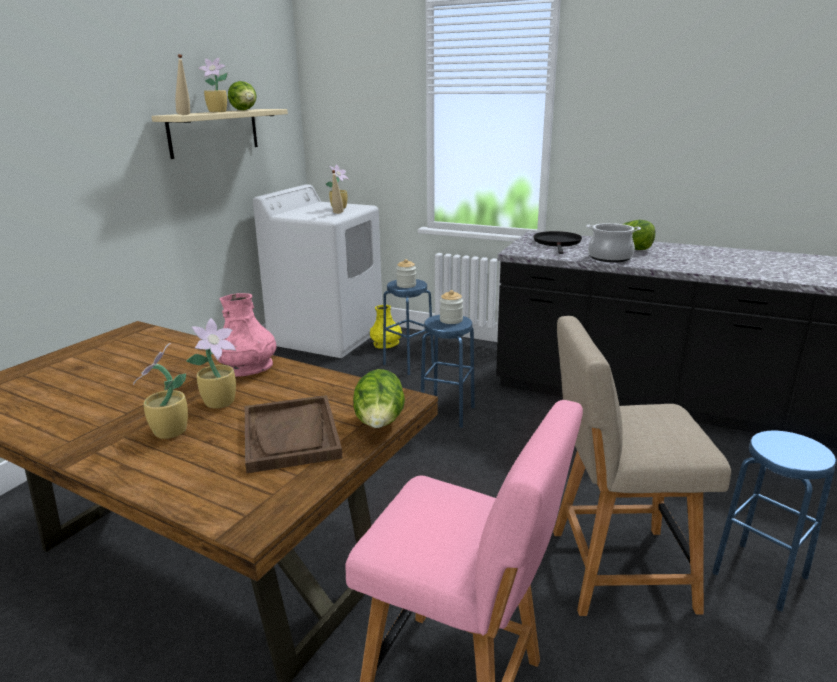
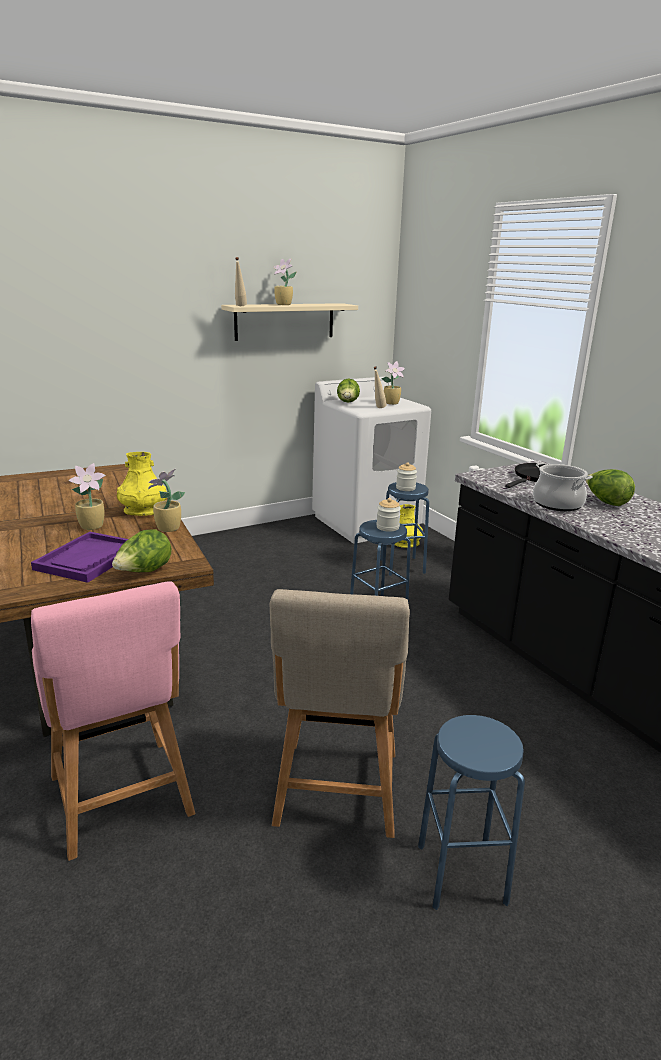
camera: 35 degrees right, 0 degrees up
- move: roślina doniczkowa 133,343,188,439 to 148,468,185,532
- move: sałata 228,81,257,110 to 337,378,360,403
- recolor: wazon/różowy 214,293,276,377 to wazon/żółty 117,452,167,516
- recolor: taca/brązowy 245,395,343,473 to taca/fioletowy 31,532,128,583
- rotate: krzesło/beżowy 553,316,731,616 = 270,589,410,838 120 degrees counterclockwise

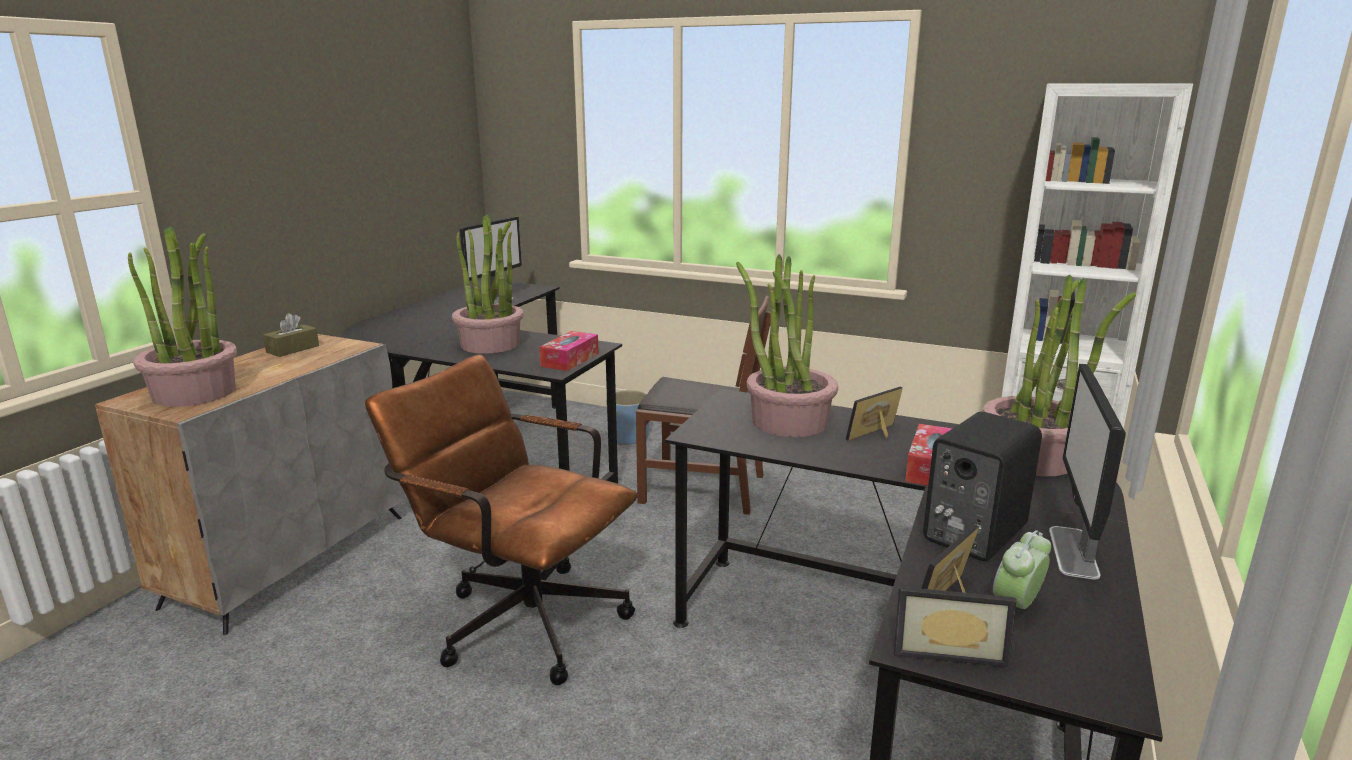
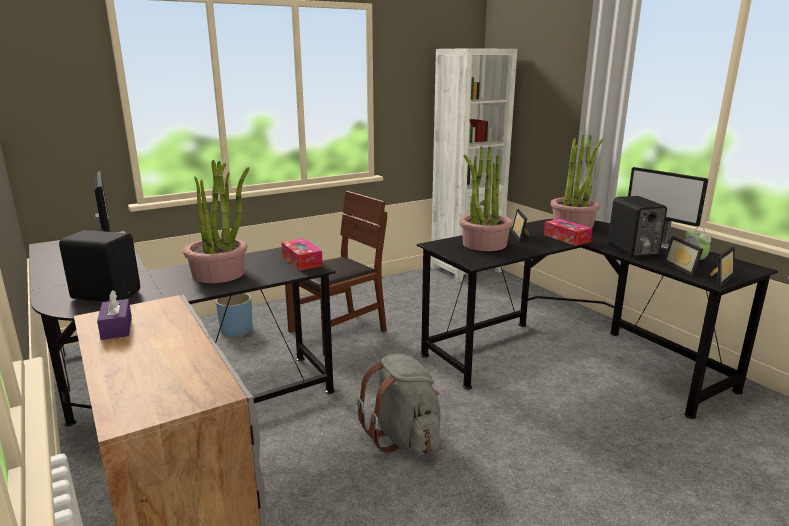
camera: 55 degrees left, 0 degrees up
- delete: roślina doniczkowa 128,226,237,407
- insert: głośnik/czarny 59,230,140,302
- replace: krzesło biurowe/brązowy 365,354,638,685 to plecak/szary 357,354,440,456
- recolor: pudełko chusteczek/brązowy 263,313,319,357 to pudełko chusteczek/fioletowy 97,290,132,340

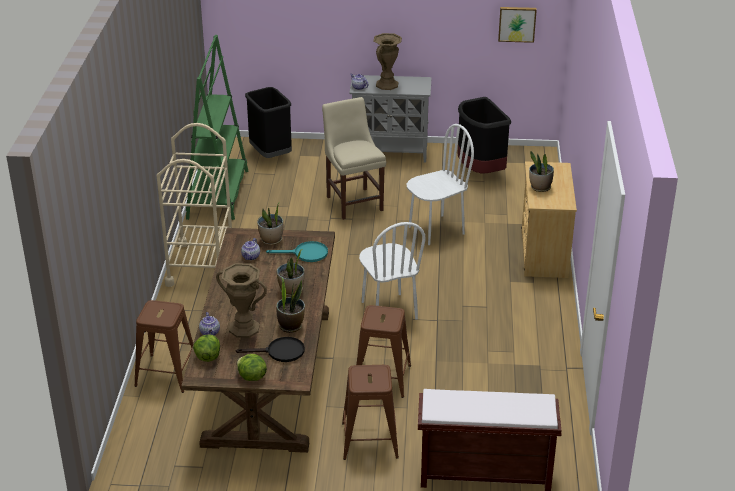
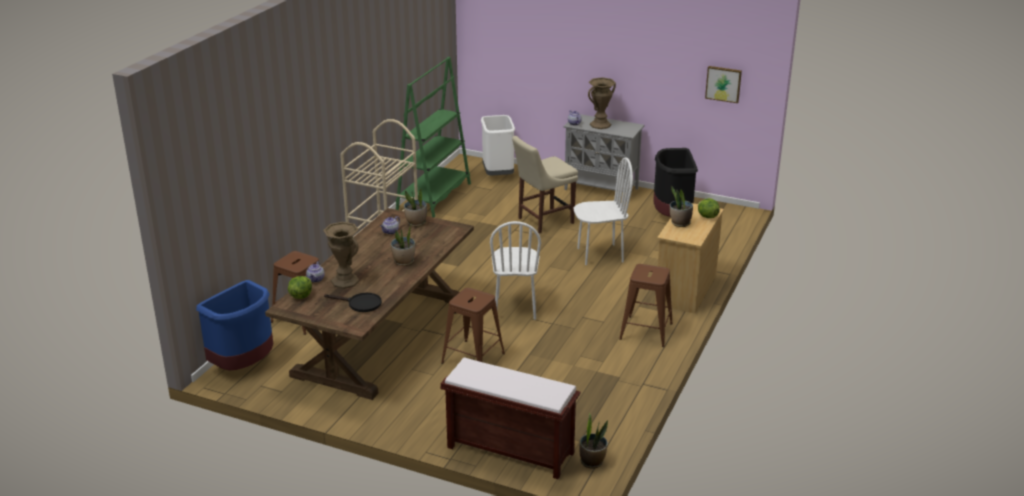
camera: 20 degrees right, 5 degrees down
- delete: patelnia/turkusowy 266,241,328,262
- insert: kosz na śmieci/niebieski 196,280,273,371
- move: sałata 237,354,267,381 to 698,198,720,218
- move: roślina doniczkowa 276,278,305,333 to 579,413,608,469
- move: stołek/brązowy 342,365,399,460 to 619,264,673,347
- recolor: kosz na śmieci/czarny 245,87,292,158 to kosz na śmieci/biały 481,115,515,176
- rotate: krzesło/beżowy 322,97,386,220 = 512,136,578,234 120 degrees counterclockwise

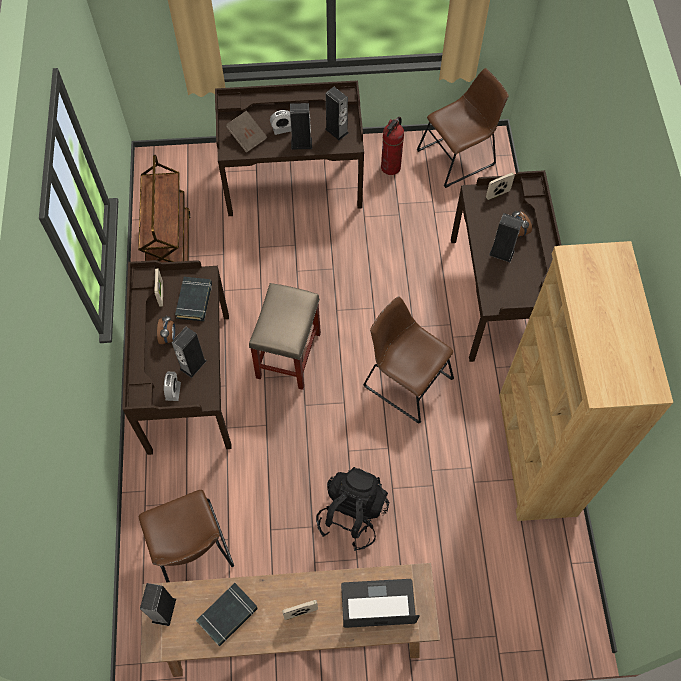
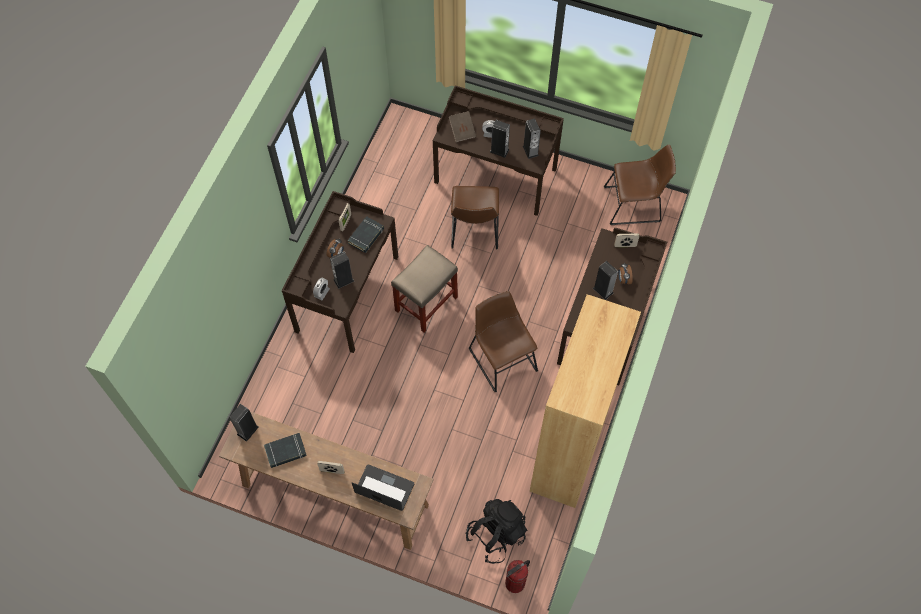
camera: 25 degrees right, 0 degrees up
- delete: wózek/brązowy 138,155,191,262
- move: krzesło/brązowy 139,490,234,583 to 451,186,499,250
- move: plecak/czarny 316,467,390,551 to 466,499,528,564
- move: gaśnica 381,117,404,175 to 505,560,530,593

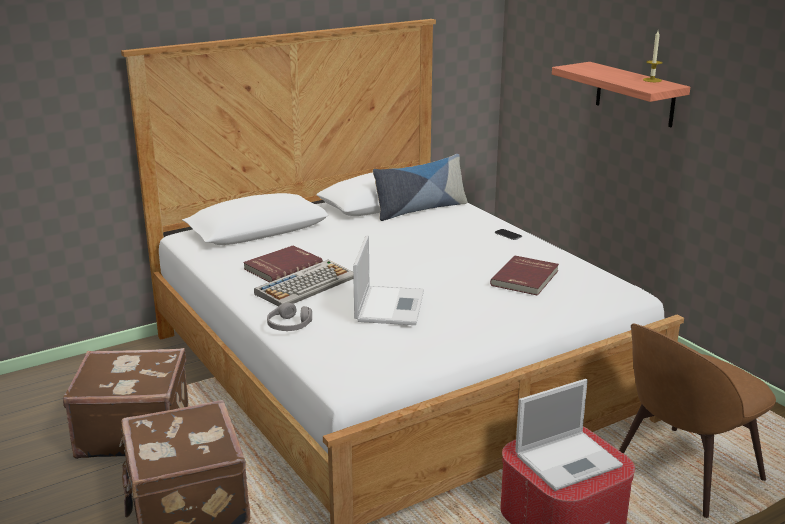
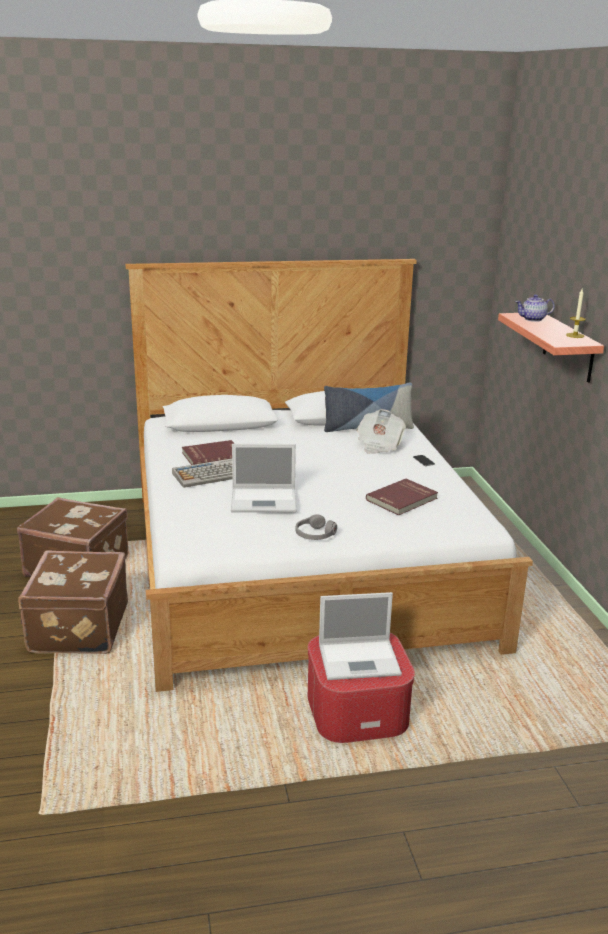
camera: 20 degrees right, 0 degrees up
- delete: krzesło/brązowy 619,323,776,518
- insert: gazeta 357,409,406,454
- insert: imbryk 516,295,555,322
- move: słuchawki/szary 267,303,312,331 to 296,514,337,540
- rotate: laptop 353,235,424,325 = 231,444,296,512 60 degrees clockwise

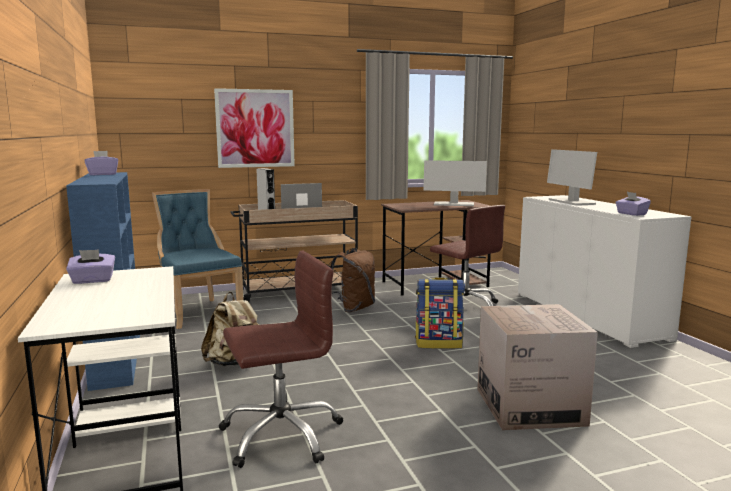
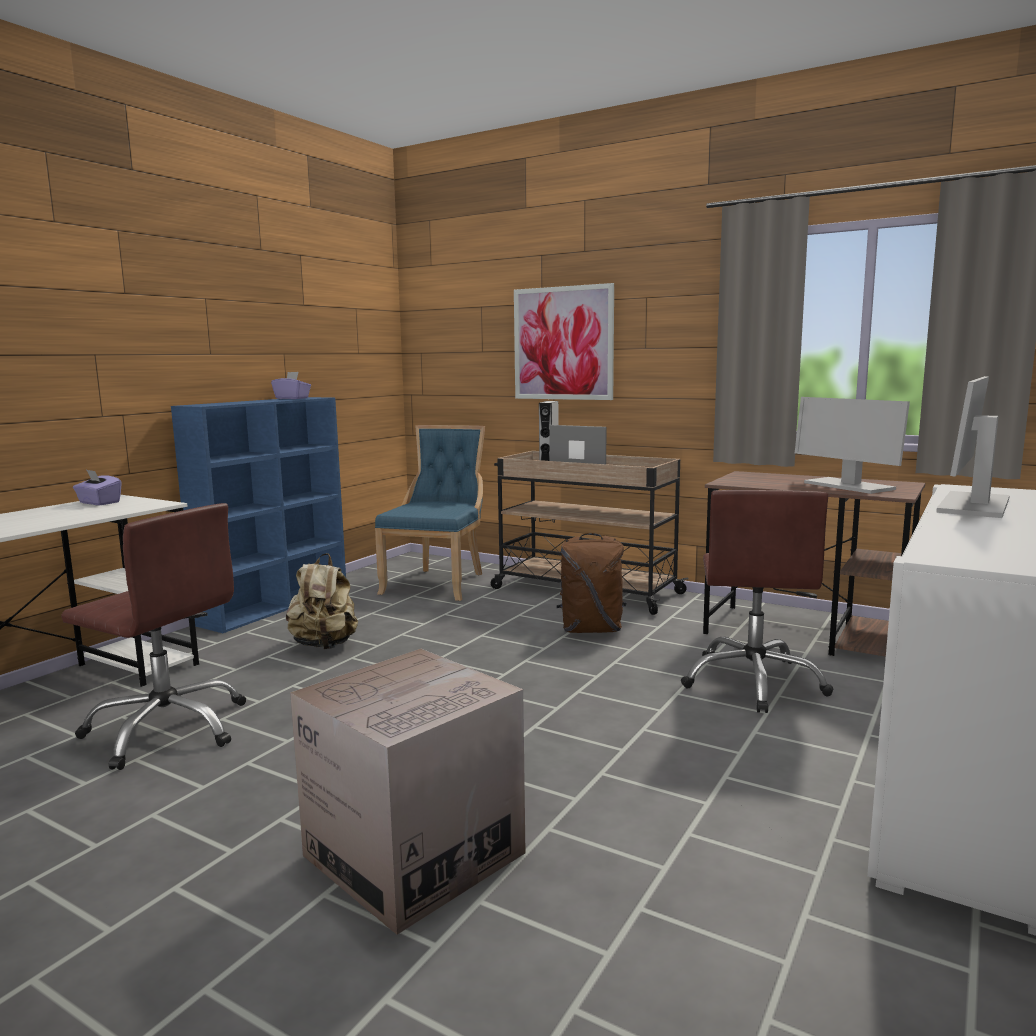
camera: 50 degrees right, 0 degrees up
- delete: plecak 415,278,465,349
- delete: pudełko chusteczek/fioletowy 615,192,651,216

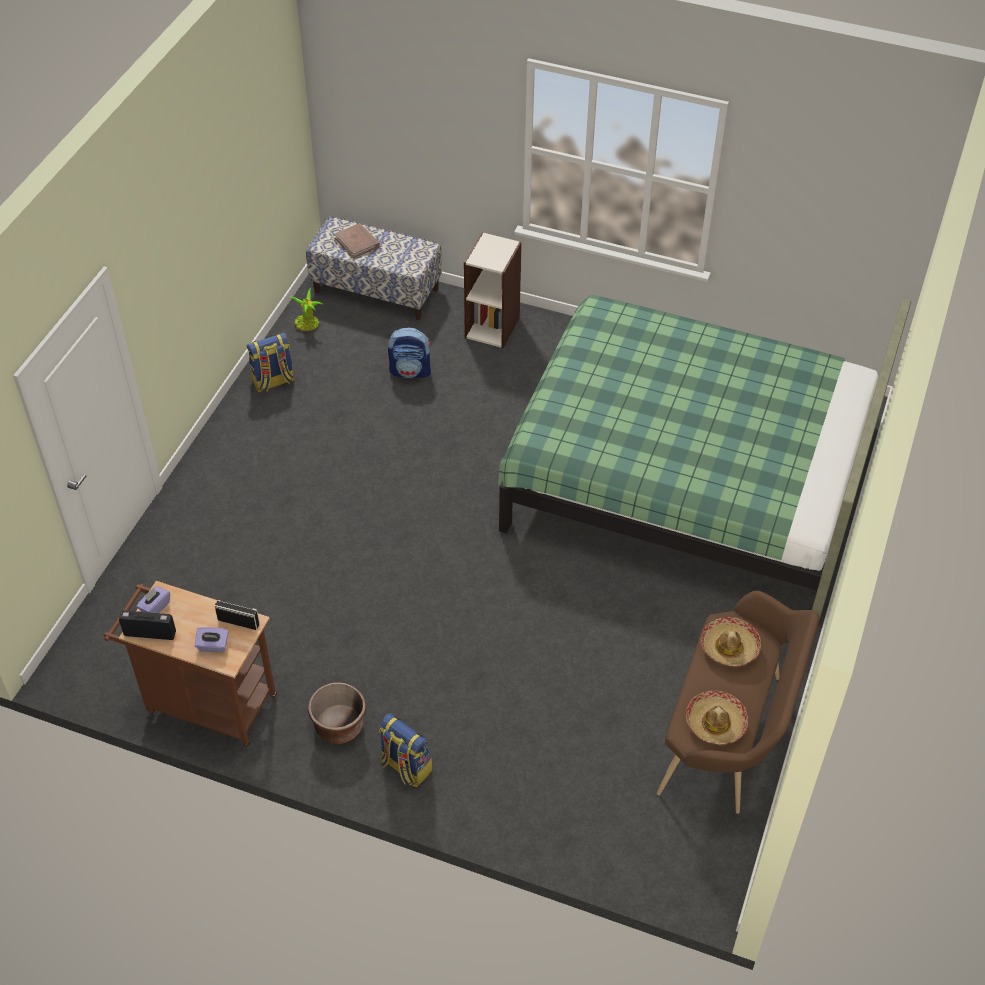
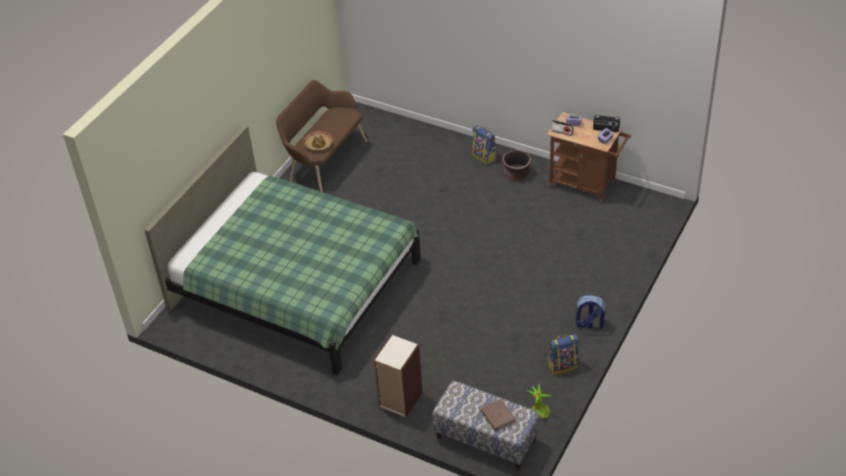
camera: 170 degrees left, 5 degrees down
- delete: kapelusz 686,691,748,745
- move: plecak 388,327,431,378 to 576,295,606,330

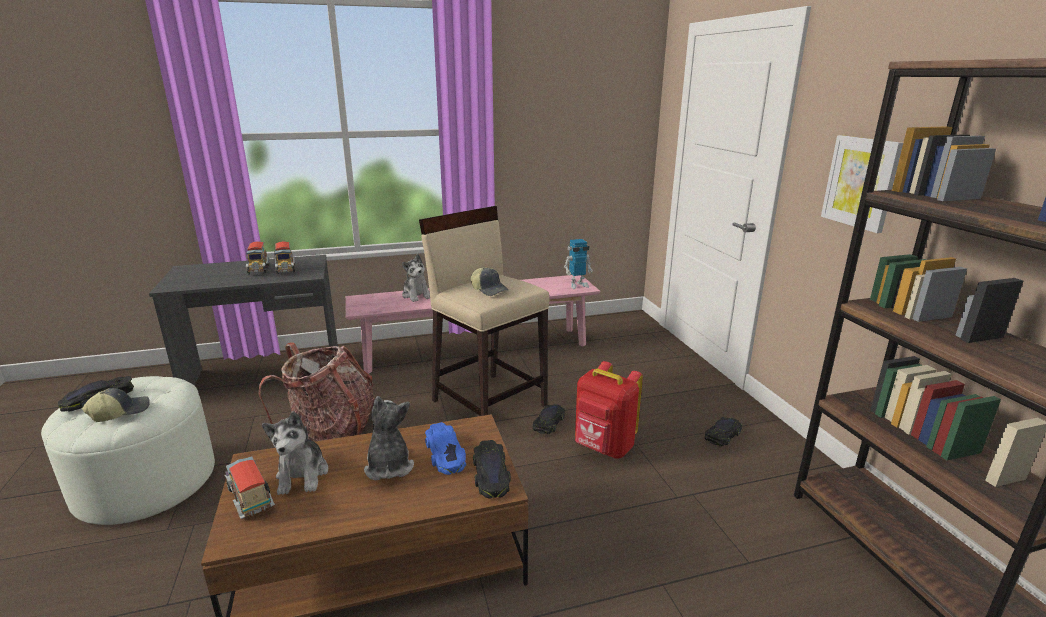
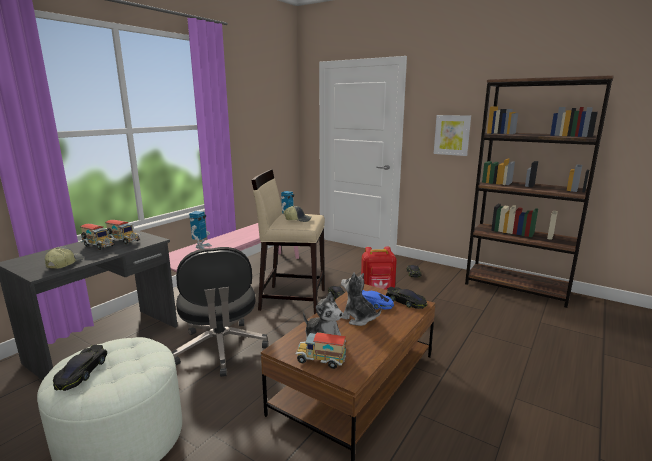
camera: 40 degrees left, 5 degrees down
- move: czapka z daszkiem 82,388,150,422 to 45,246,84,269
- replace: plecak 258,342,374,442 to krzesło biurowe/czarny 172,247,269,377
- replace: pluszak 402,254,430,302 to robot zabawkowy 189,211,212,249

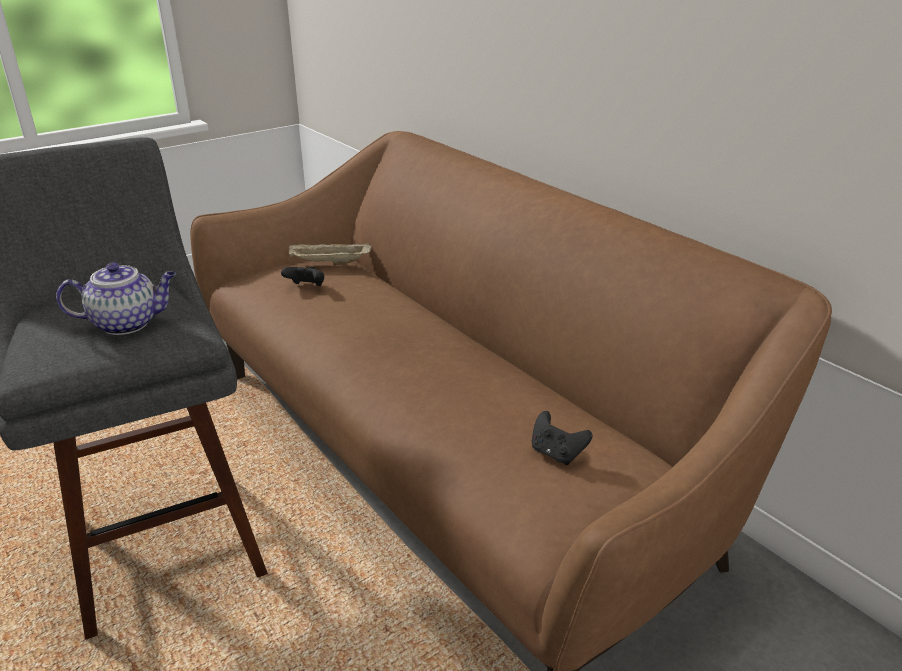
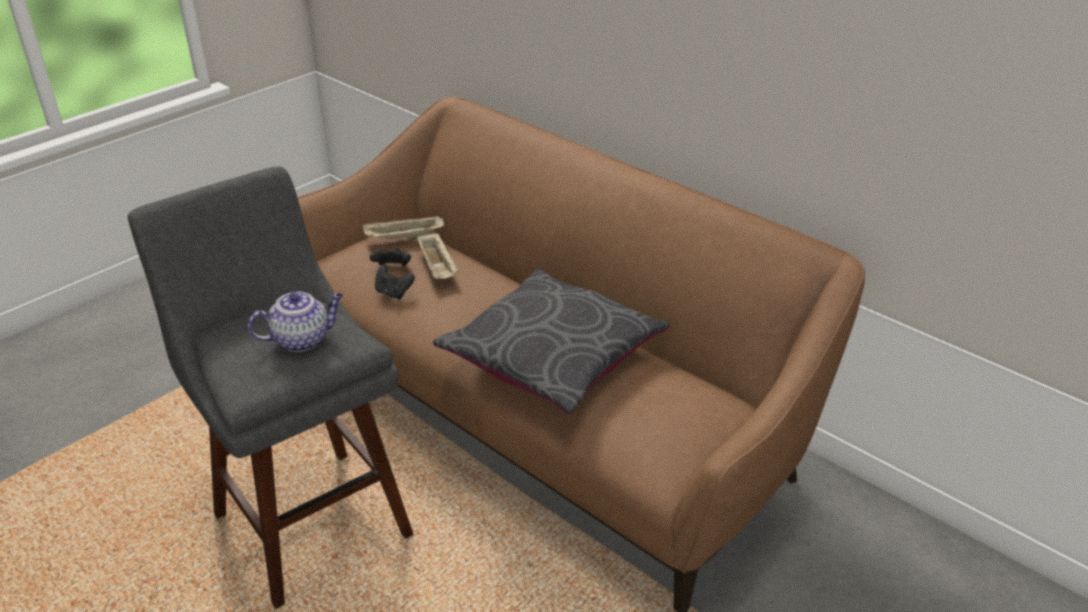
camera: 10 degrees left, 5 degrees up
- insert: taca/beżowy 417,232,459,279
- insert: poduszka/szary 433,268,670,414
- move: pad do gier/czarny 532,411,593,465 to 375,265,415,299

